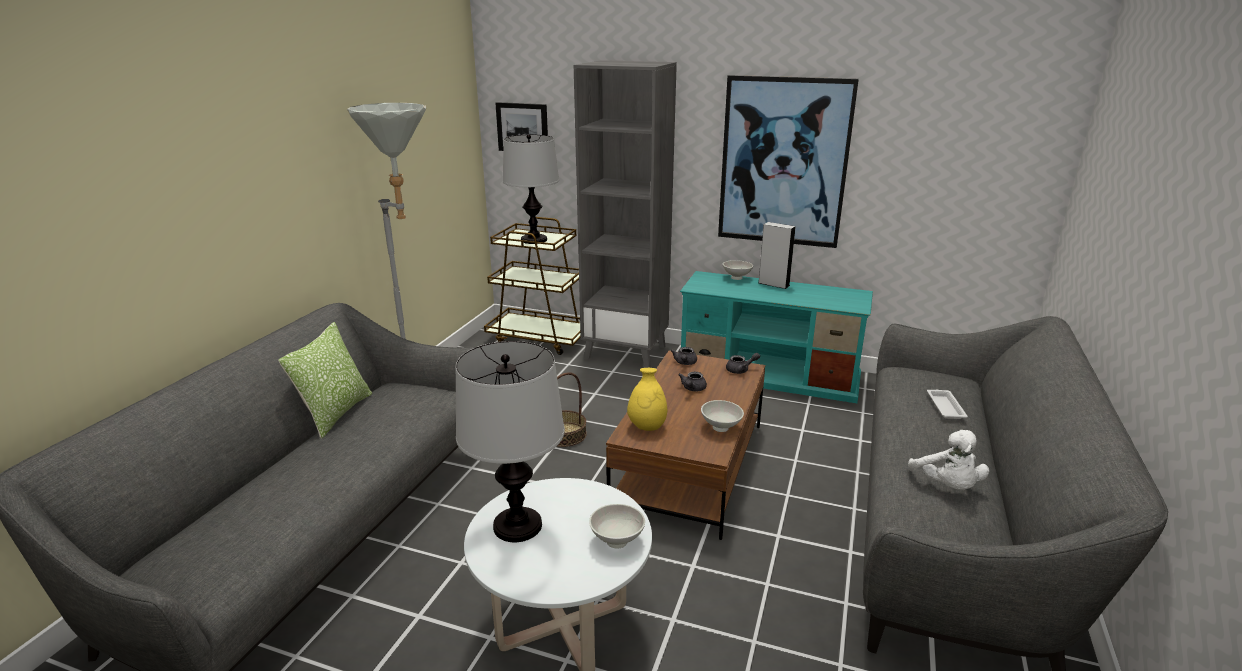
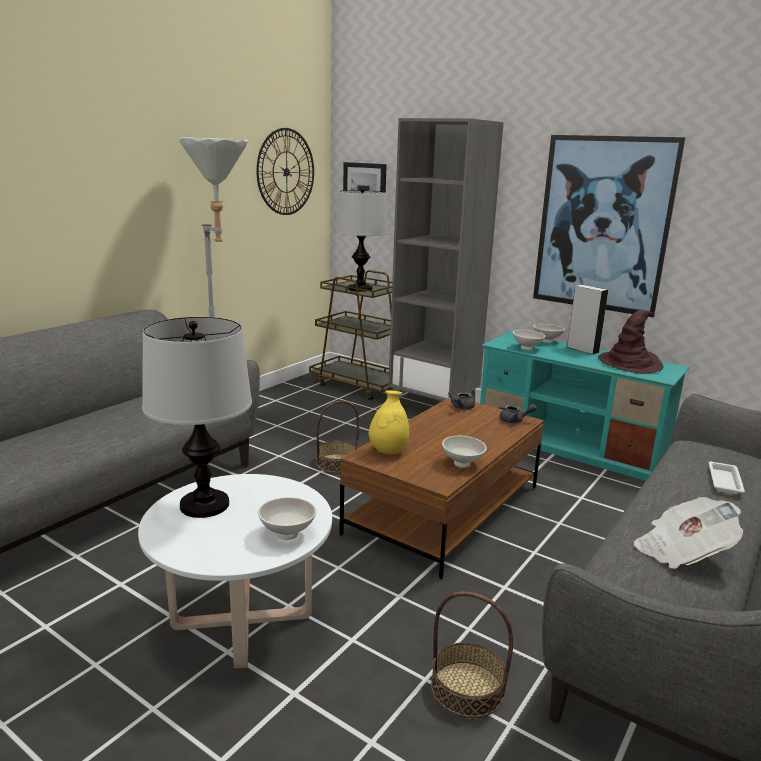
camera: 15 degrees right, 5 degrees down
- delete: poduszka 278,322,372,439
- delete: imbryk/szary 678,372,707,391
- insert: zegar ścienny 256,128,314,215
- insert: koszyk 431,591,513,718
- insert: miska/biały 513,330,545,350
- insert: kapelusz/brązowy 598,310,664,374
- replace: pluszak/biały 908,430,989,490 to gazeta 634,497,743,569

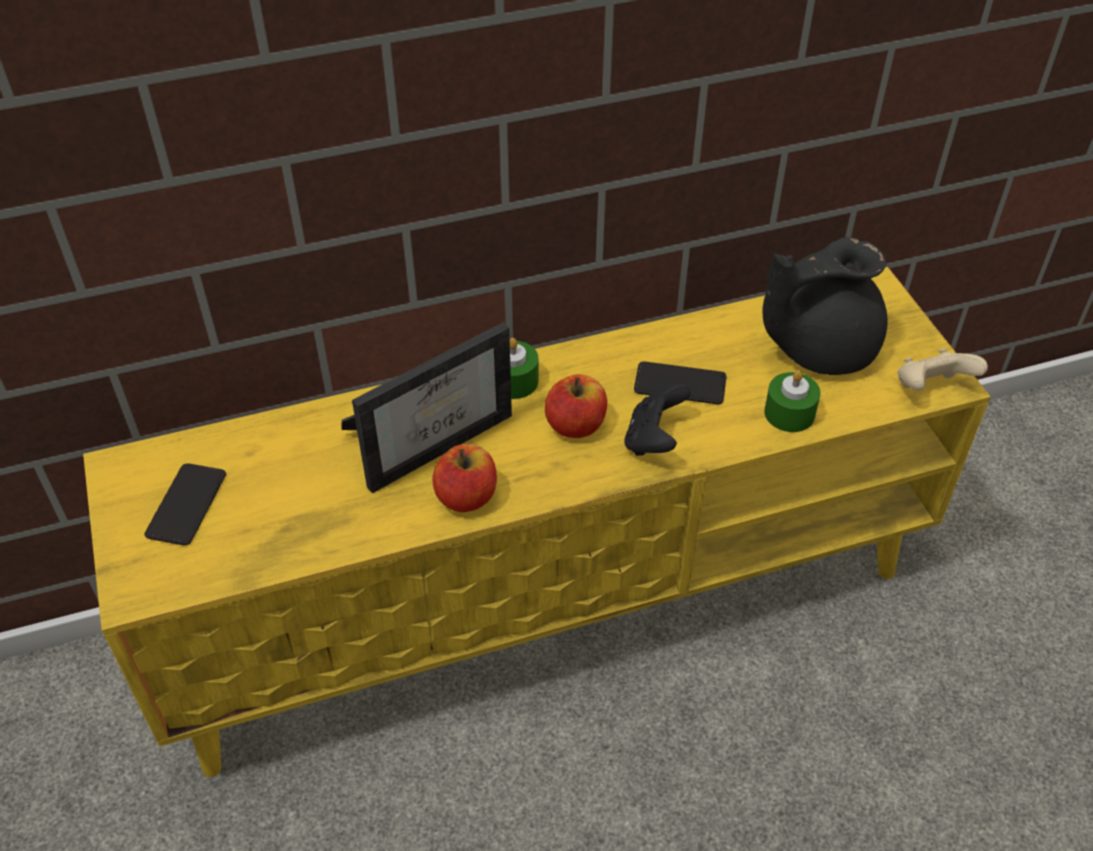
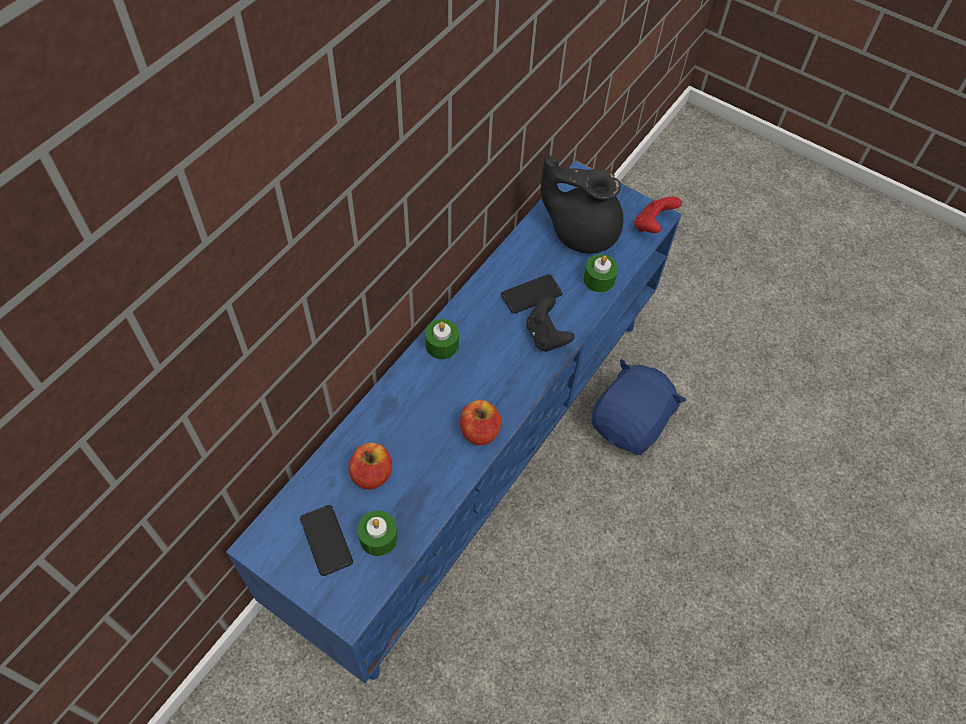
camera: 40 degrees left, 10 degrees up
- delete: ramka na zdjęcie 341,323,512,493
- insert: świeca/zielony 358,510,398,556
- insert: pluszak/niebieski 592,359,686,455
- move: jabłko 545,374,607,438 to 349,443,392,489
- recolor: szafka pod telewizor/żółty 83,267,991,777 to szafka pod telewizor/niebieski 226,160,682,684
- recolor: pad do gier/beżowy 898,348,988,391 to pad do gier/czerwony 634,196,682,233
- rotate: imbryk/czarny 762,237,887,375 = 541,154,623,254 75 degrees clockwise

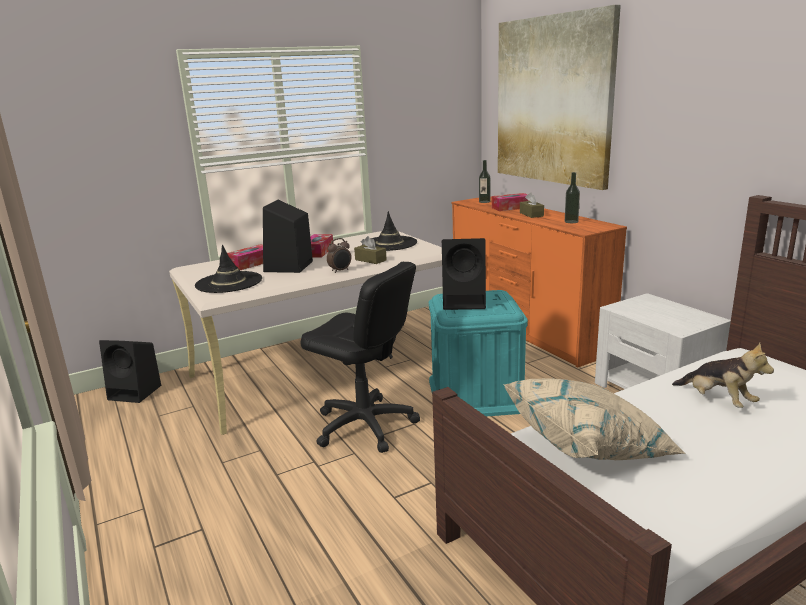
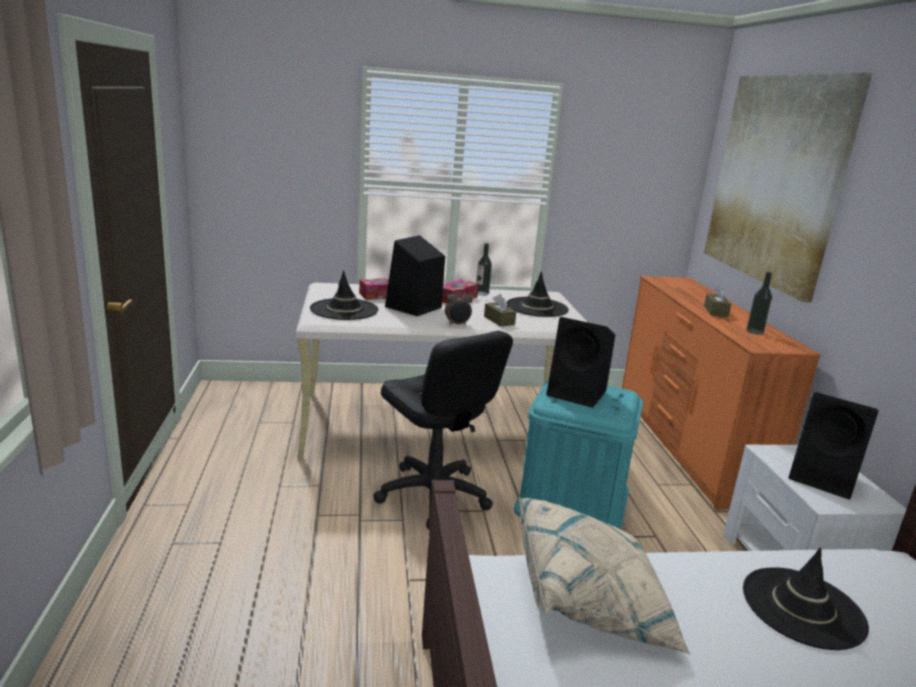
camera: 20 degrees right, 0 degrees up
- delete: pudełko chusteczek 492,193,529,211
- move: głośnik/czarny 99,340,161,403 to 789,392,878,499
- move: butelka 479,160,490,203 to 476,243,492,296
- replace: pluszak 672,343,774,408 to kapelusz/czarny 743,547,869,650

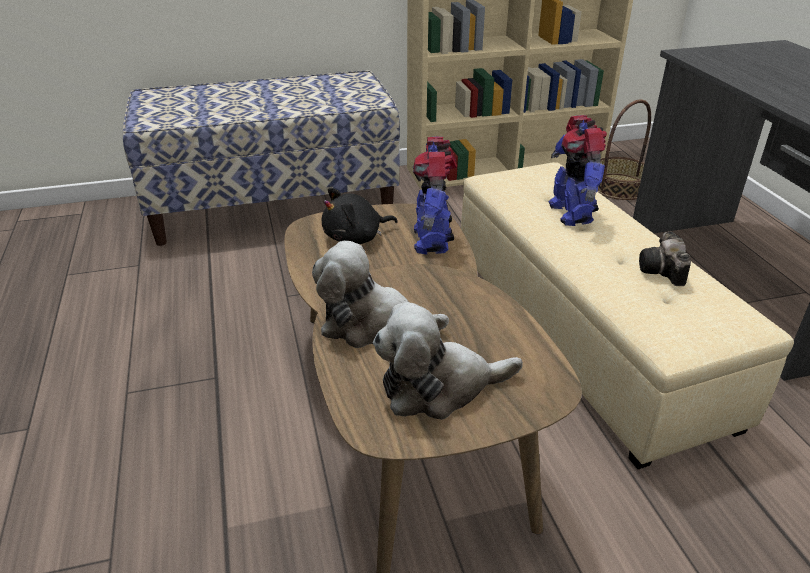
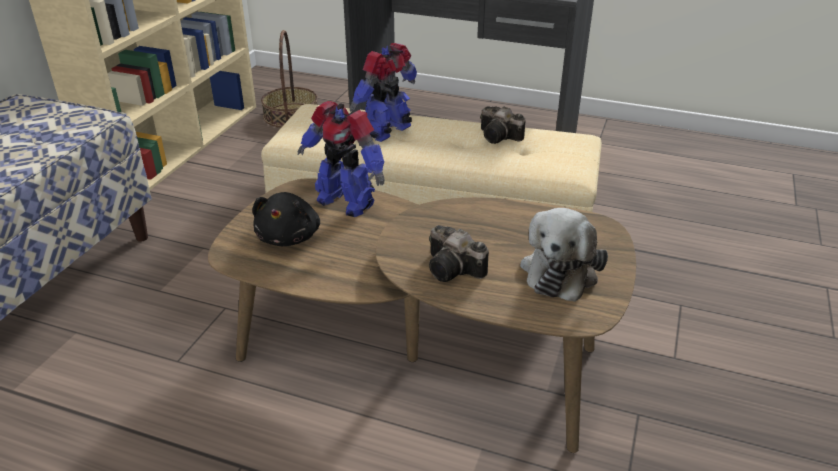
camera: 55 degrees left, 0 degrees up
- replace: pluszak 312,241,449,348 to aparat fotograficzny 429,225,489,282
- rotate: robot zabawkowy 548,115,607,226 = 350,43,417,142 105 degrees clockwise

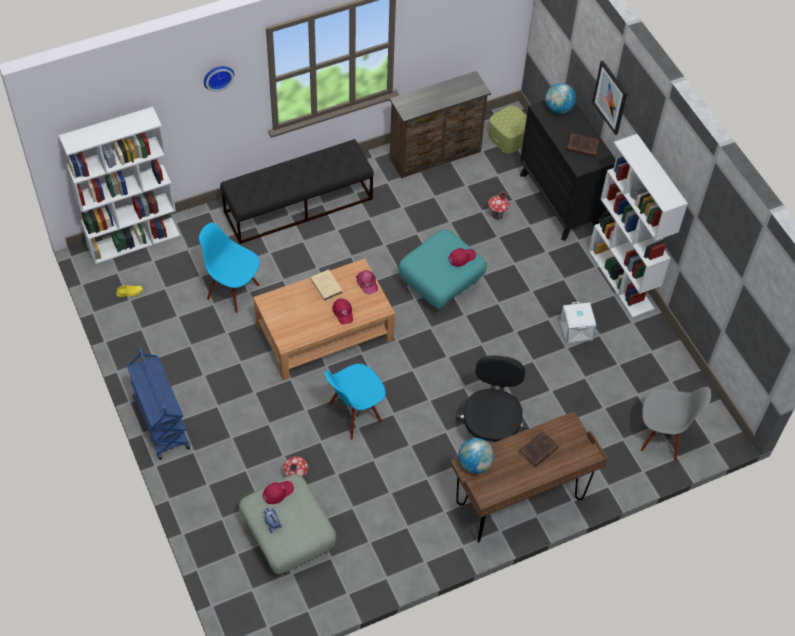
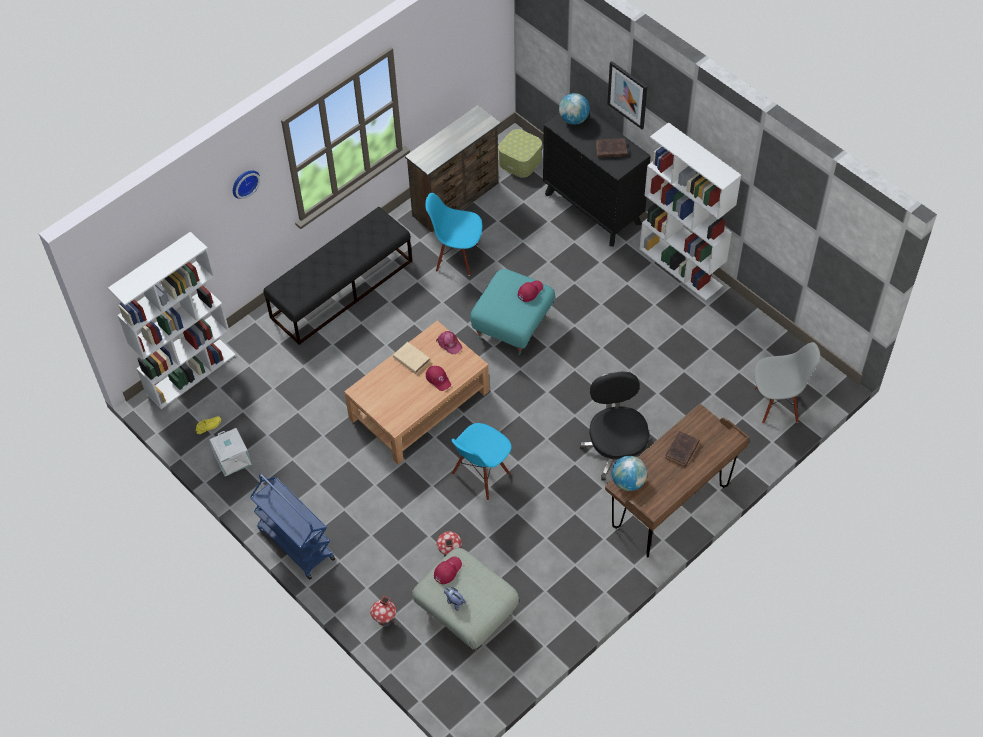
camera: 15 degrees left, 0 degrees up
- move: krzesło/niebieski 199,223,260,313 to 425,193,482,276
- move: domek 488,191,510,220 to 370,595,396,627
- move: pojemnik do przechowywania/biały 560,302,596,344 to 209,428,252,476

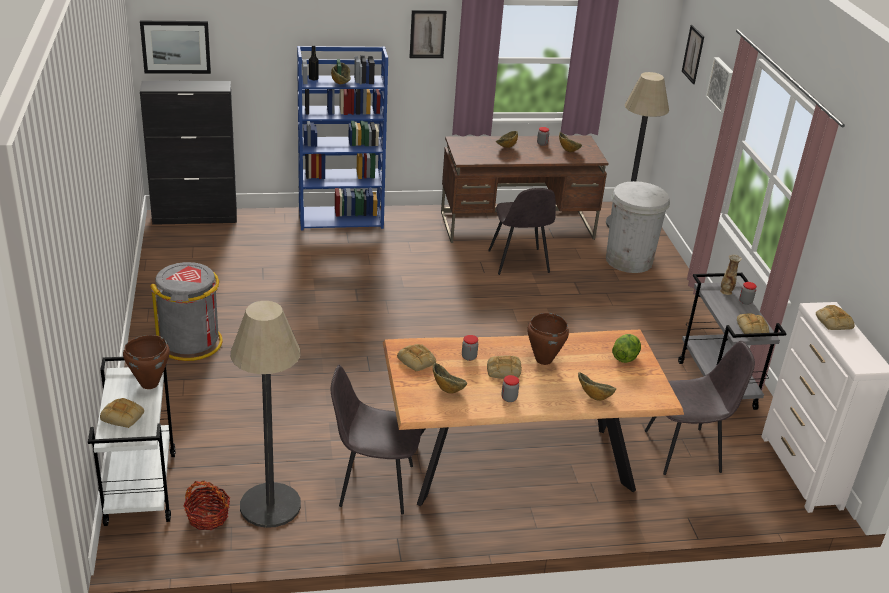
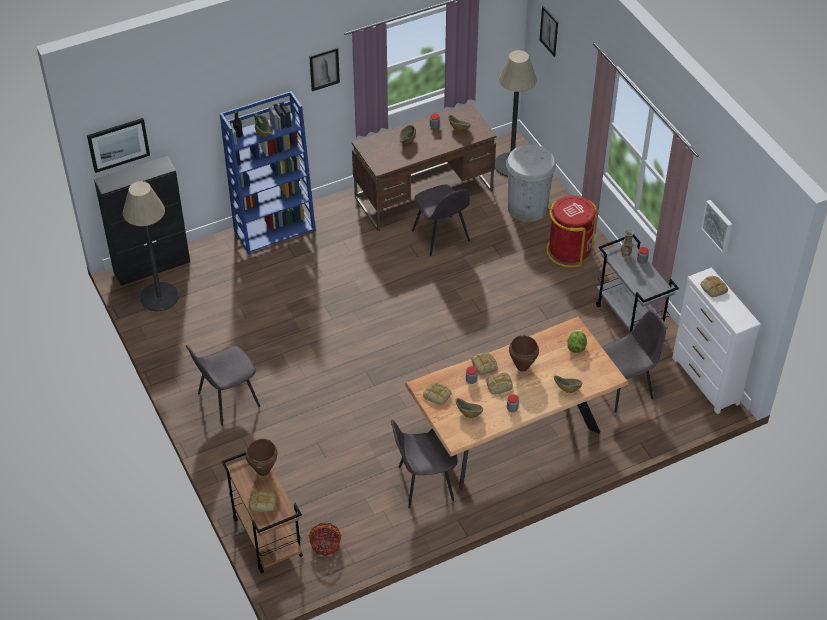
camera: 15 degrees left, 15 degrees up
- insert: kosz na śmieci/czerwony 546,195,597,268
- move: lampa stojąca 231,301,301,528 to 123,181,179,311
- move: obraz 706,57,733,113 to 701,200,732,253
- move: chleb 737,314,769,334 to 471,353,498,375
- replace: kosz na śmieci/szary 150,262,223,361 to krzesło/szary 186,345,260,426
- recolor: wózek/biały 88,357,176,526 to wózek/brązowy 222,452,303,573

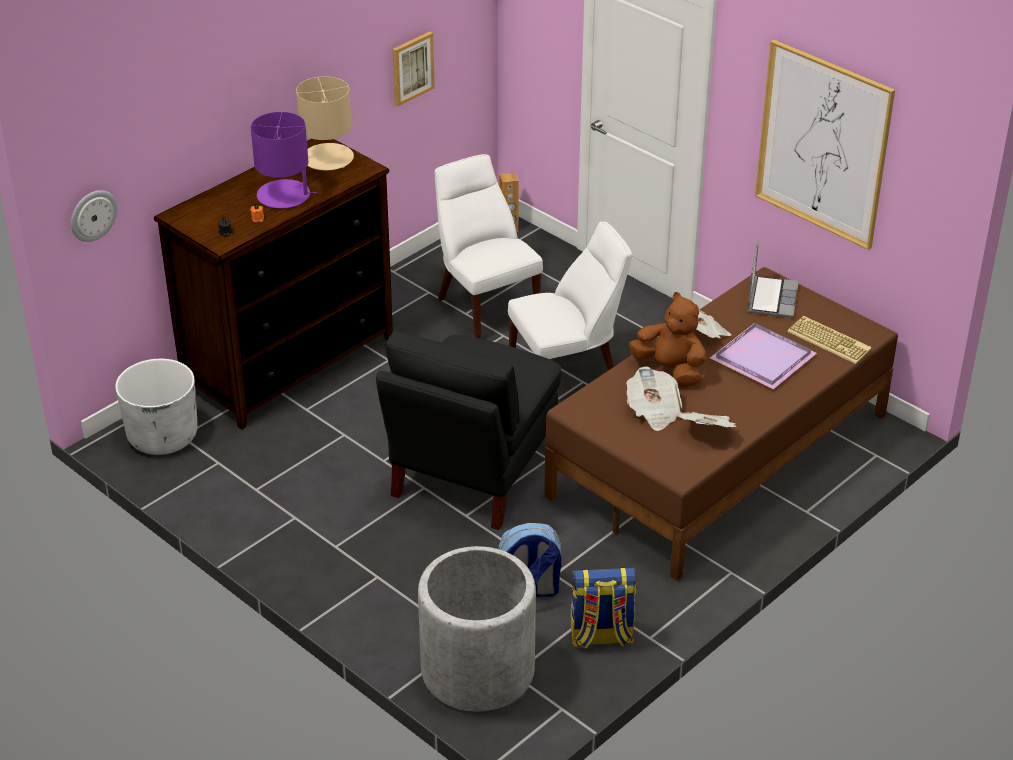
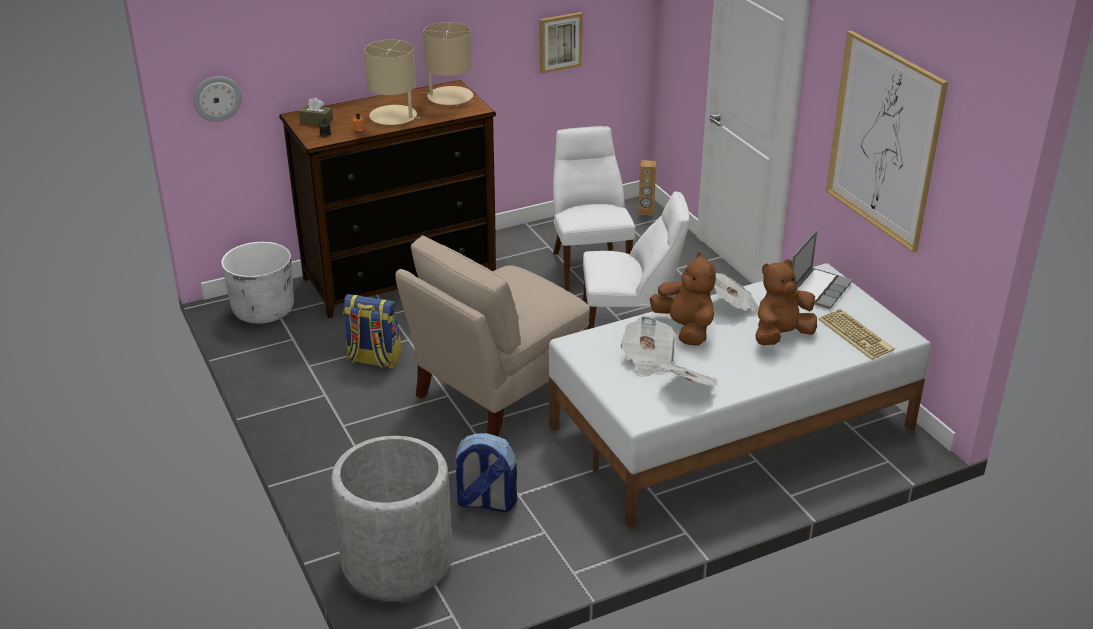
camera: 20 degrees right, 5 degrees down
- insert: pudełko chusteczek/brązowy 299,97,333,125
- move: plecak 571,567,637,648 to 343,294,401,369
- replace: taca/fioletowy 710,323,817,389 to pluszak/brązowy 755,259,817,345
- recolor: lampa stołowa/fioletowy 251,112,317,208 to lampa stołowa/beżowy 364,39,420,125
- recolor: krzesło/czarny 376,331,561,530 to krzesło/beżowy 396,235,590,436
- recolor: łóżko/brązowy 544,267,898,581 to łóżko/biały 549,264,931,528

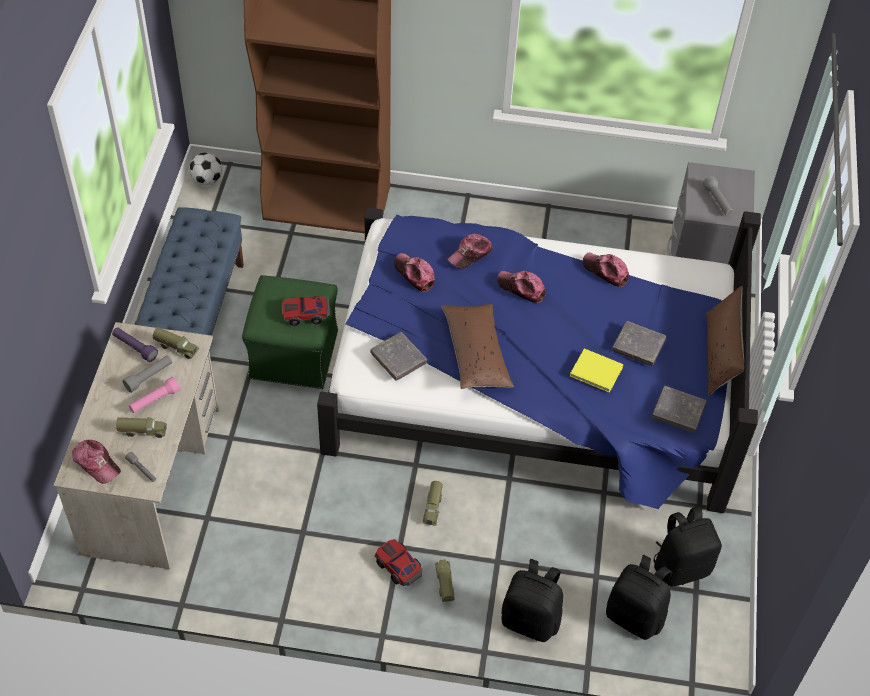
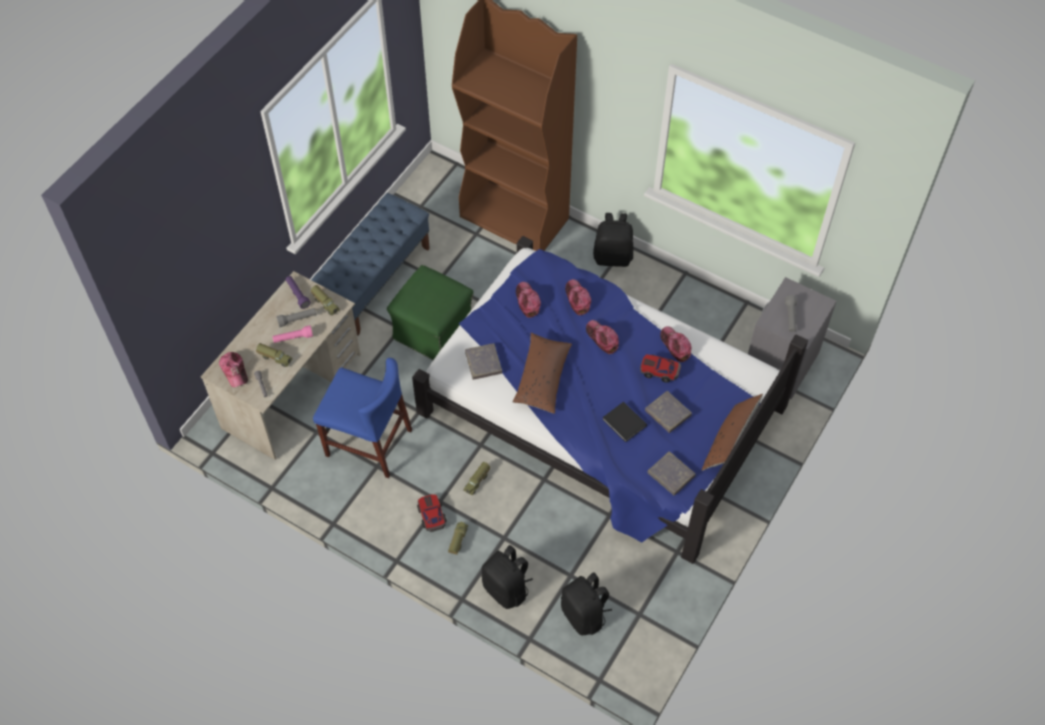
camera: 25 degrees right, 5 degrees up
- delete: piłka futbolowa 190,152,223,185
- insert: krzesło/niebieski 313,358,412,478
- move: samochodzik 282,296,330,326 to 640,354,681,383
- move: plecak/czarny 653,506,722,587 to 593,213,633,267
- recolor: książka/żółty 570,348,624,393 to książka/czarny 602,402,647,442
- rotate: czapka z daszkiem 448,234,493,269 = 565,279,591,315 90 degrees clockwise

